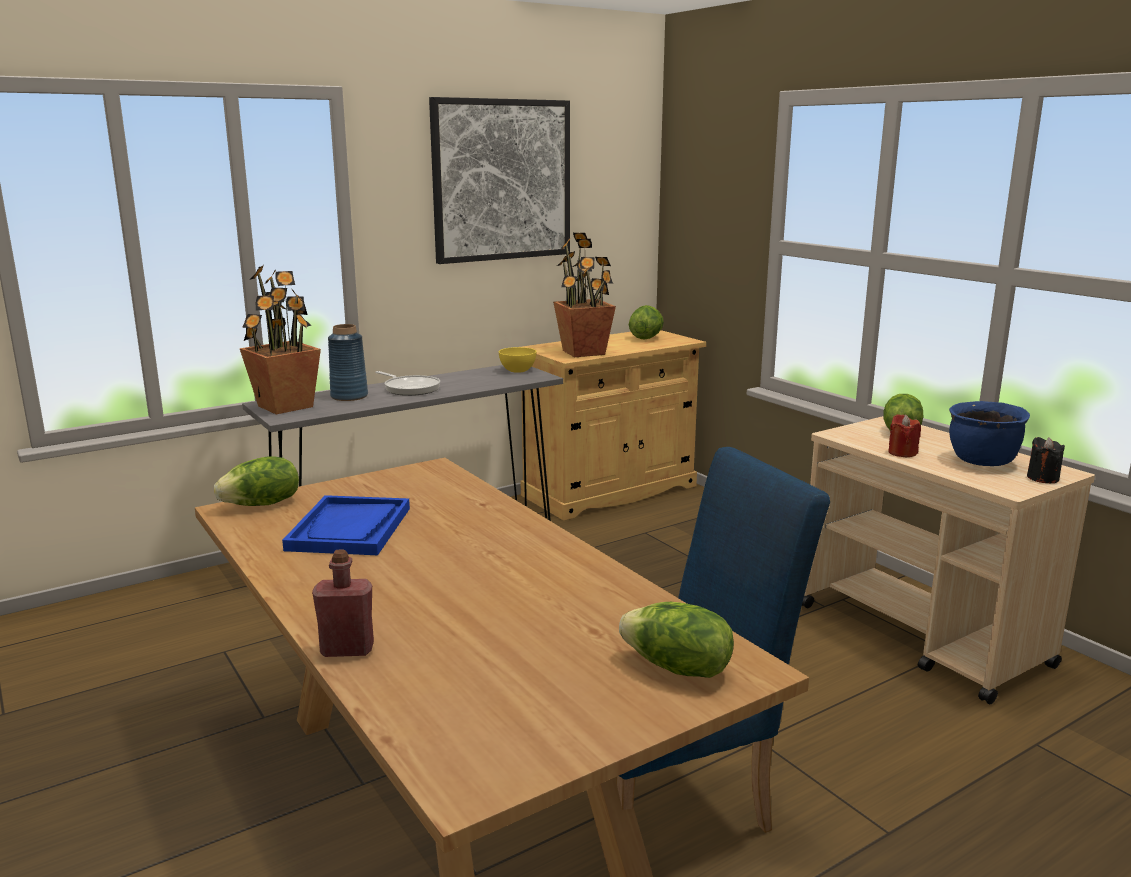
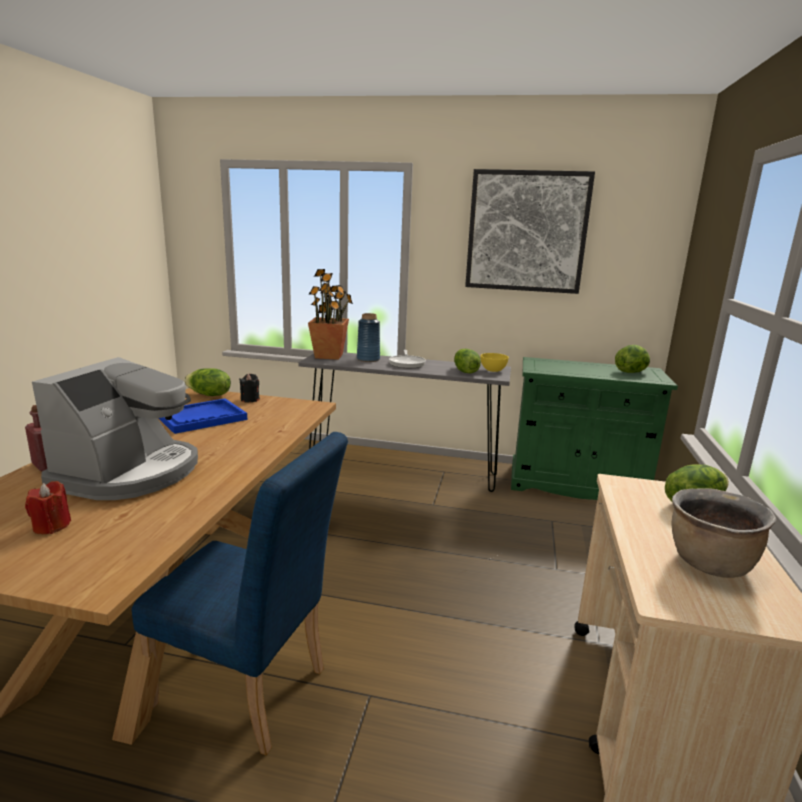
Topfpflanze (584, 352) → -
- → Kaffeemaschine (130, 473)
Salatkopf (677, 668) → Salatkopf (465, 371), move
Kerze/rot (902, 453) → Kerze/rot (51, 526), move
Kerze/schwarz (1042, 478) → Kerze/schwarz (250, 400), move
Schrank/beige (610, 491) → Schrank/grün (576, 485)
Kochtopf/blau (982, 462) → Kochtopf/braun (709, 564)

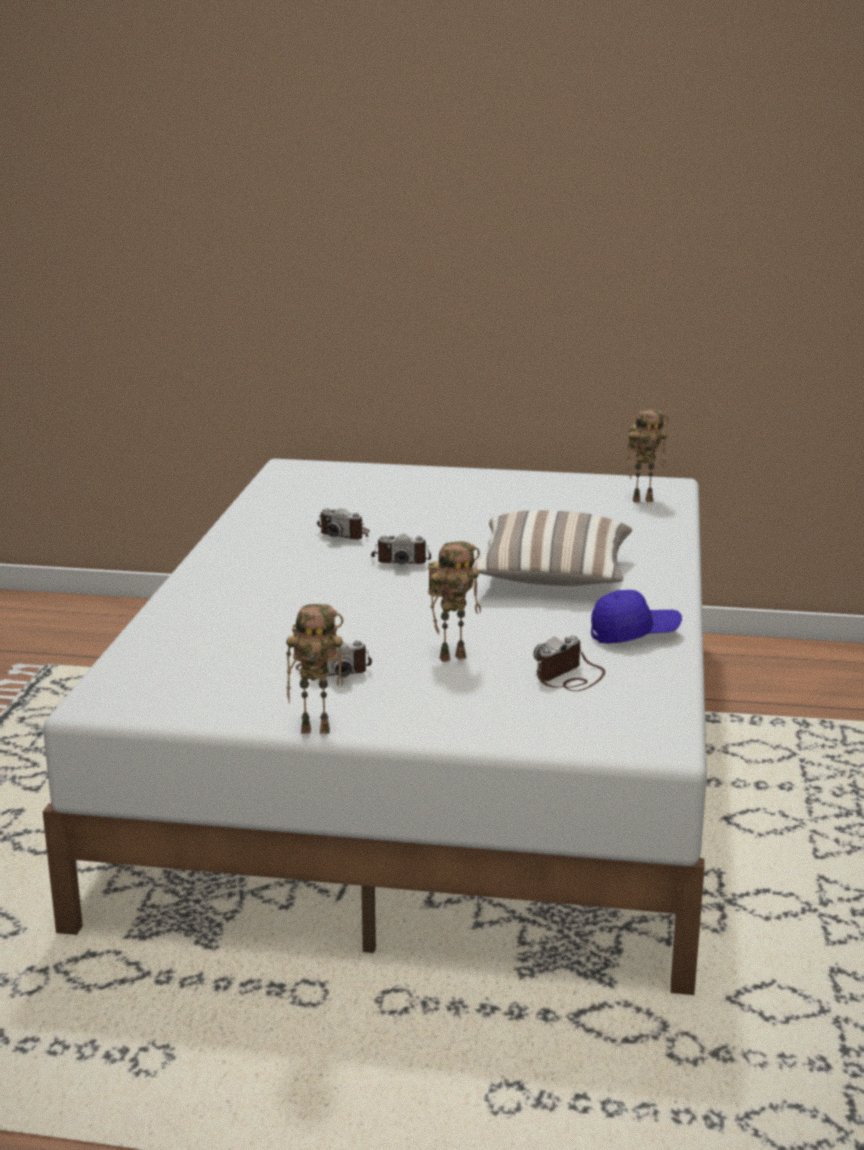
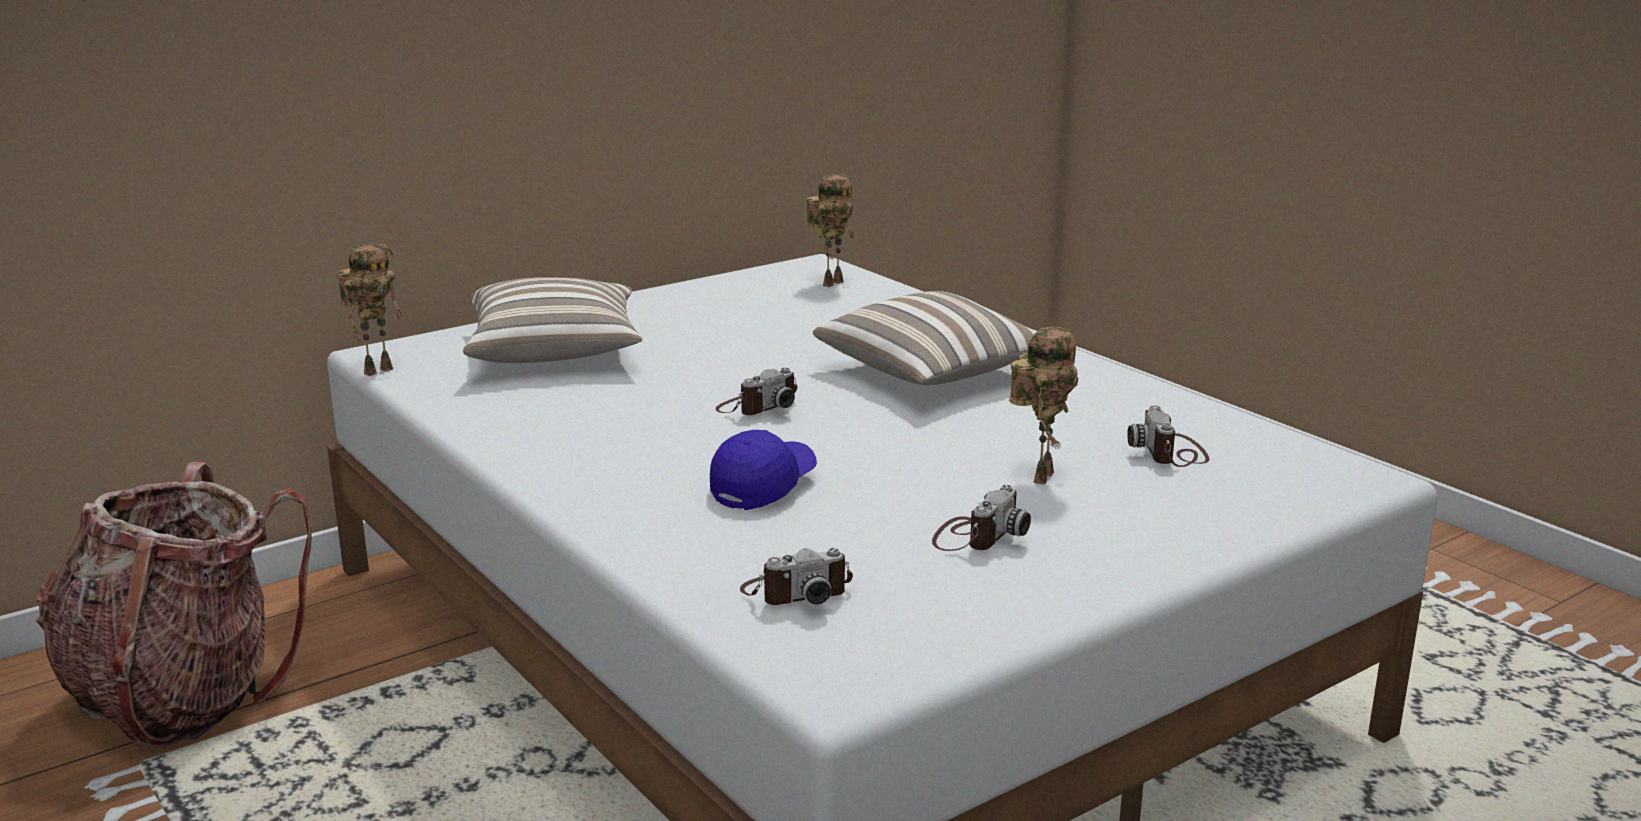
- → Rucksack (183, 697)
- → Kissen (555, 352)
Spielzeugroboter (317, 729) → Spielzeugroboter (378, 370), move
Kamera (345, 534) → Kamera (796, 591), move
Kappe/blau (634, 634) → Kappe/blau (763, 486), move

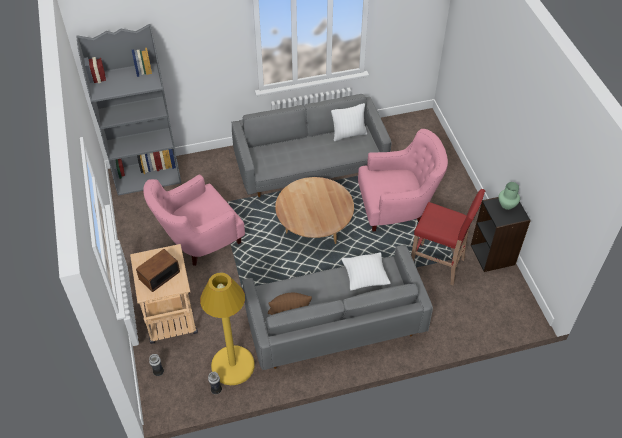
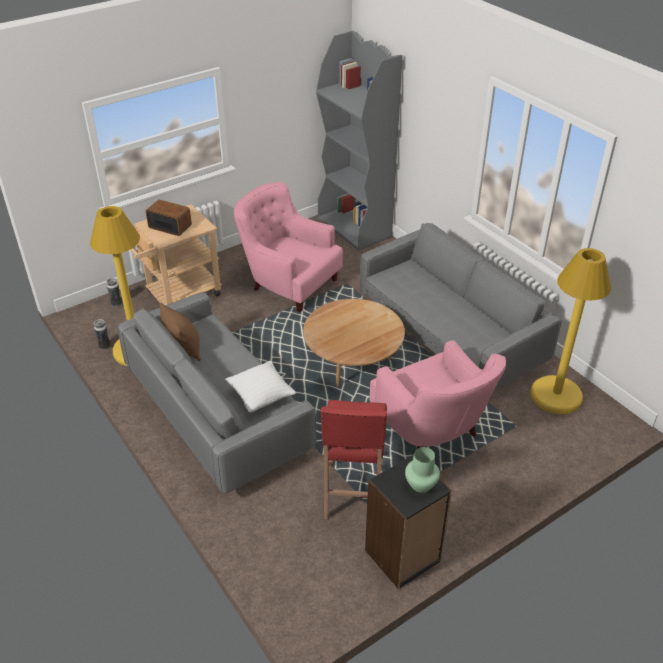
Kissen/weiß (348, 134) → -
- → Stehlampe/gelb (556, 395)

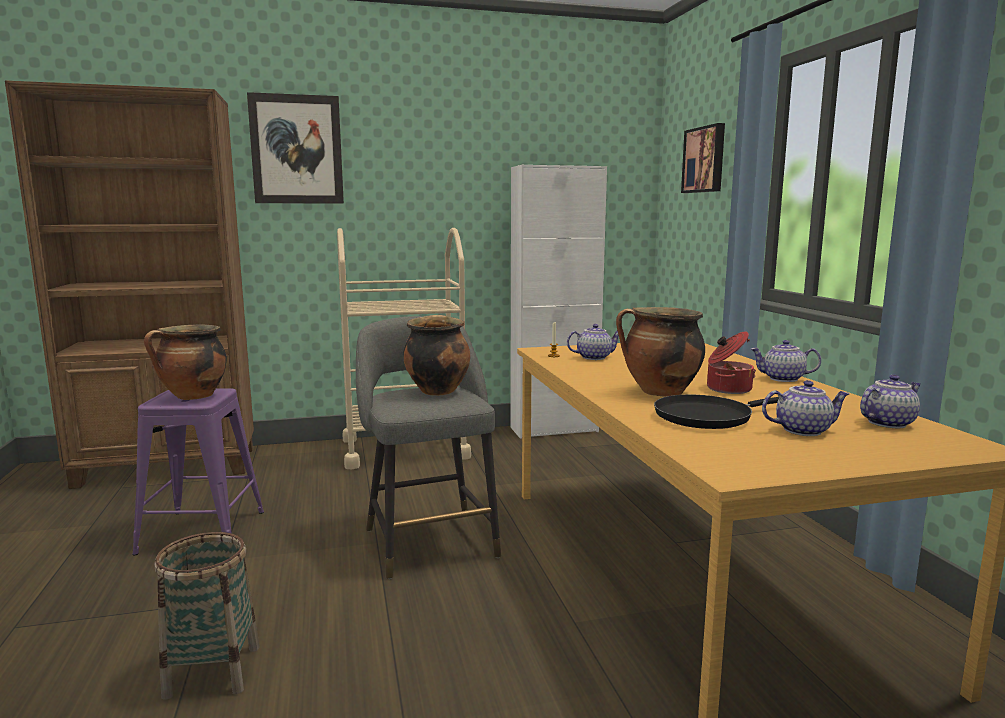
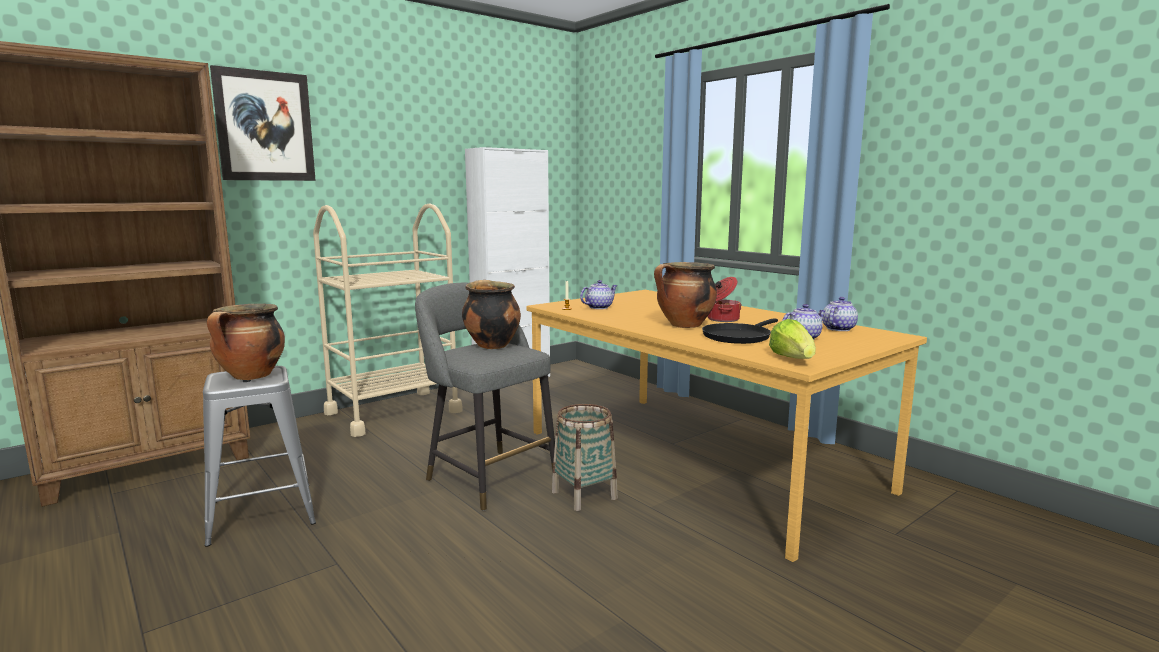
Bild (705, 160) → -
Teekanne (782, 379) → -
- → Salatkopf (792, 359)
Korb (212, 671) → Korb (584, 495), move
Hocker/lila (202, 532) → Hocker/grau (261, 513)

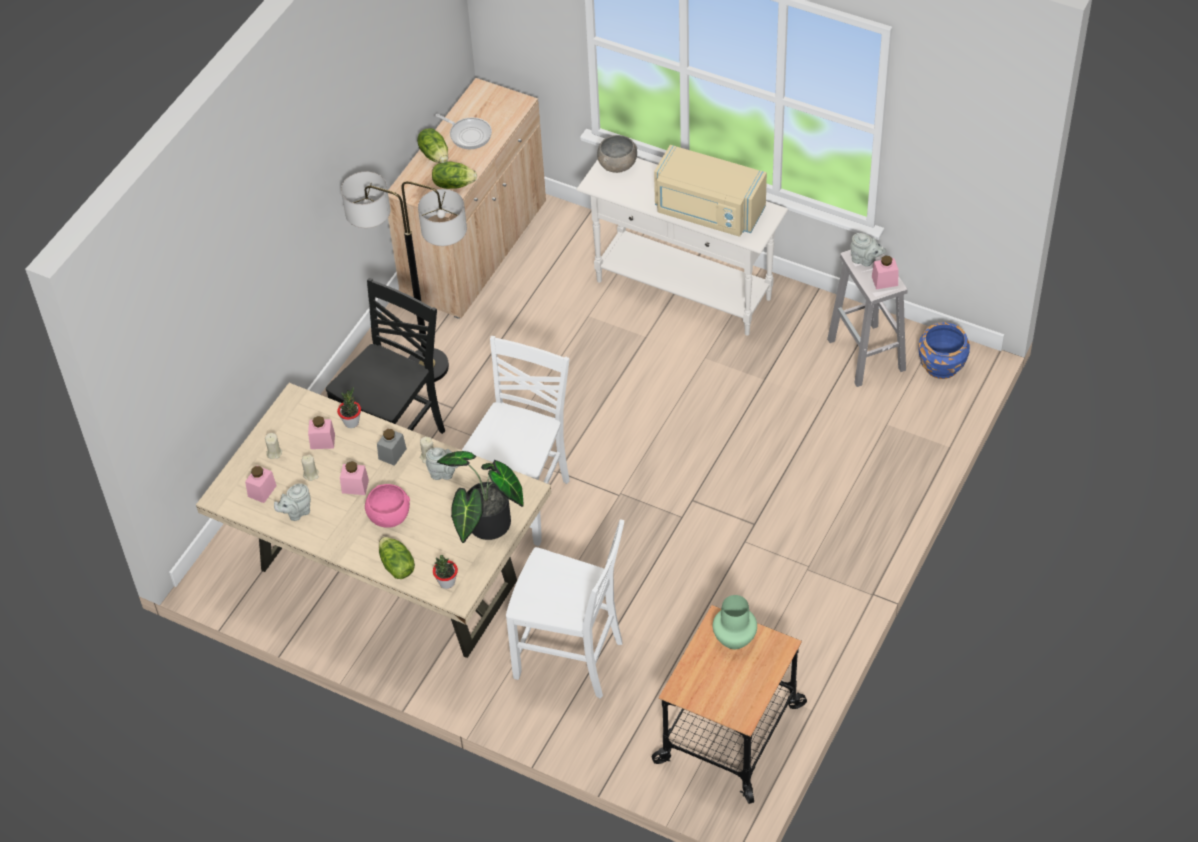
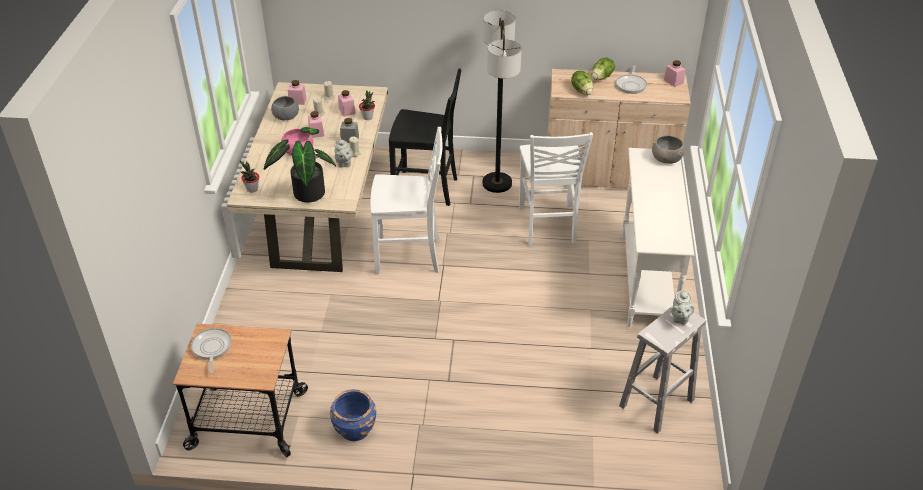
Salatkopf (396, 566) → -
Mikrowelle/beige (708, 212) → -
Vase/grün (735, 638) → -
- → Pfanne (212, 348)
Stuhl/weiß (571, 659) → Stuhl/weiß (548, 226), move
Vorratsglas/rosa (884, 281) → Vorratsglas/rosa (673, 81), move
Pflanzkübel/blau (941, 366) → Pflanzkübel/blau (355, 429), move
Teekanne/grau (296, 512) → Schüssel/grau (286, 117)

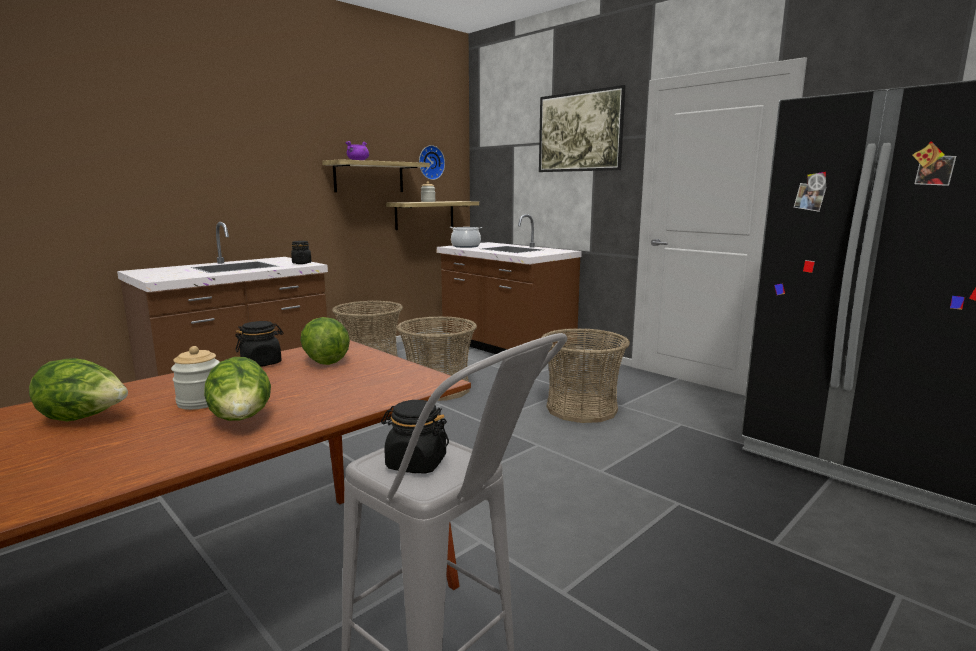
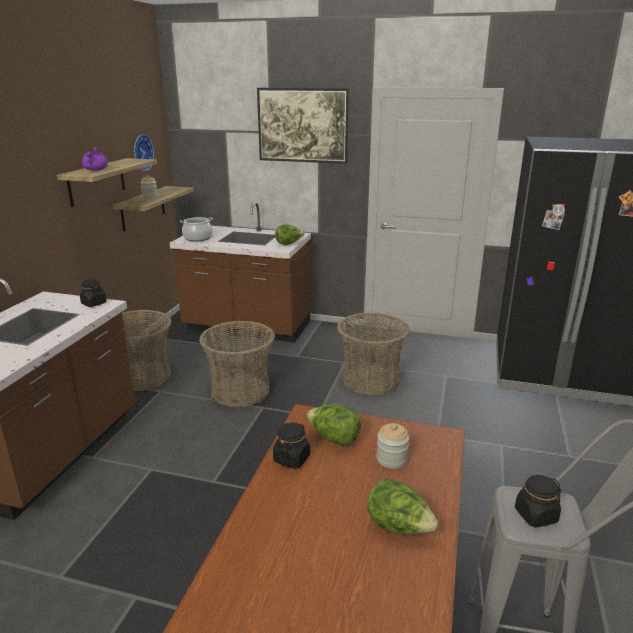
Salatkopf (85, 418) → Salatkopf (289, 244), move
Vorratsglas (200, 402) → Vorratsglas (391, 459), move

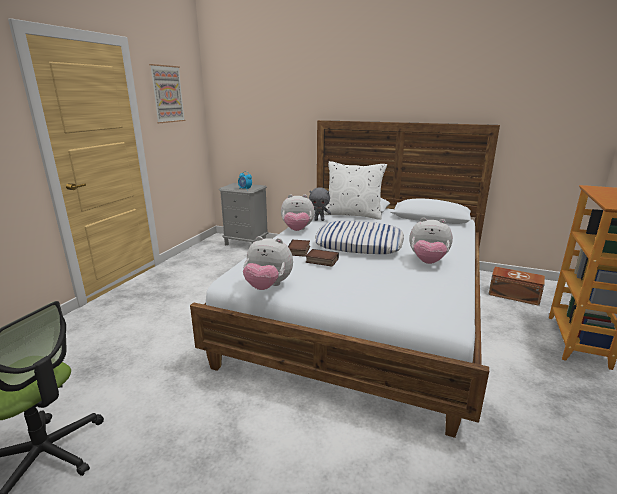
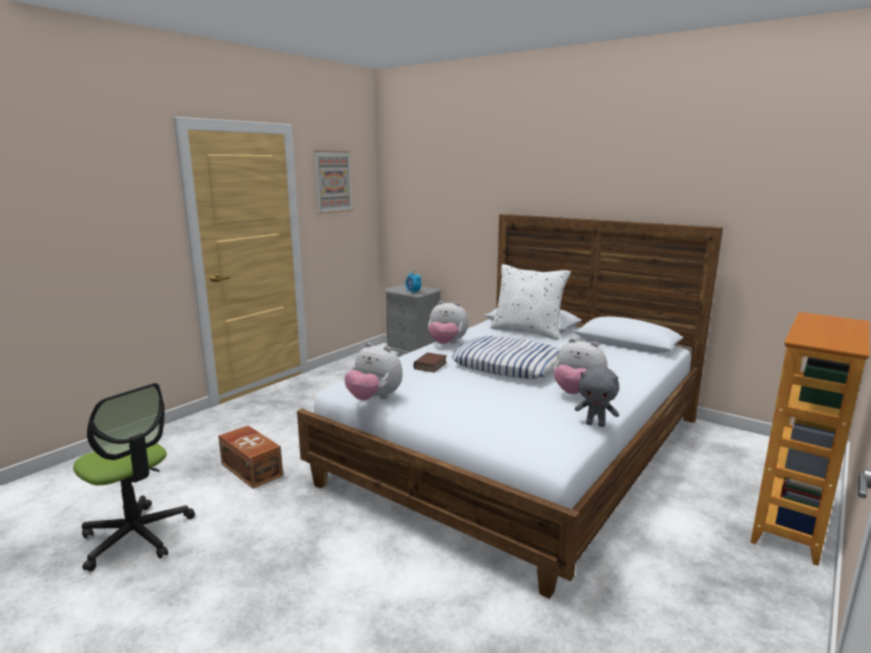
Buch (321, 261) → -
Plüschtier/grau (319, 220) → Plüschtier/grau (595, 424), move
Aufbewahrungsbox/braun (513, 294) → Aufbewahrungsbox/braun (252, 469), move

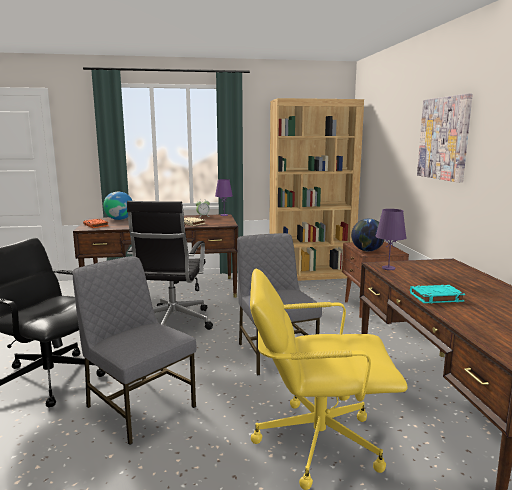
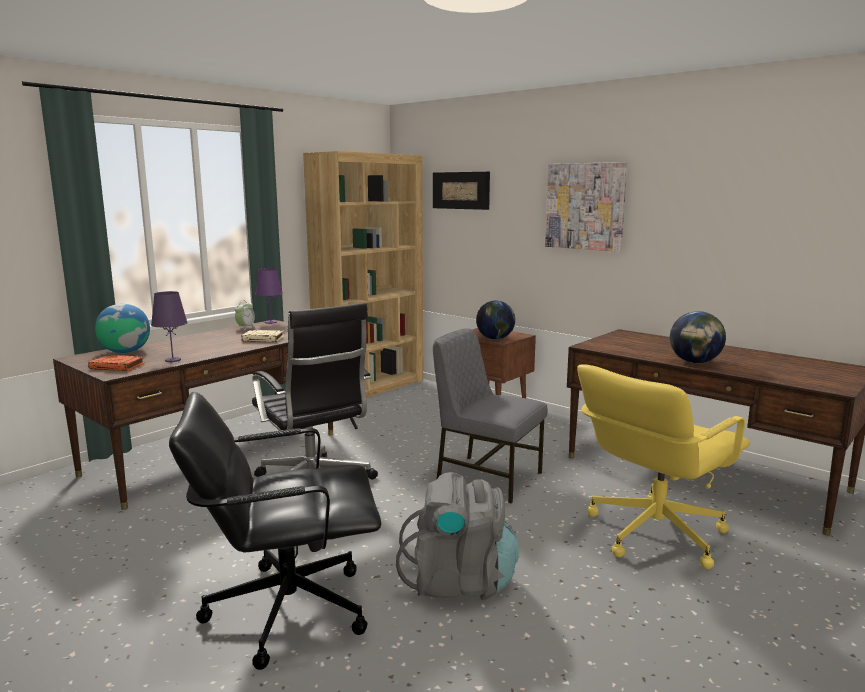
- → Bild (460, 190)
Tischlampe/lila (388, 268) → Tischlampe/lila (173, 360), move
Stuhl/grau (138, 406) → Rucksack/grau (459, 582)
Buch/türkis (435, 297) → Globus (695, 362)

